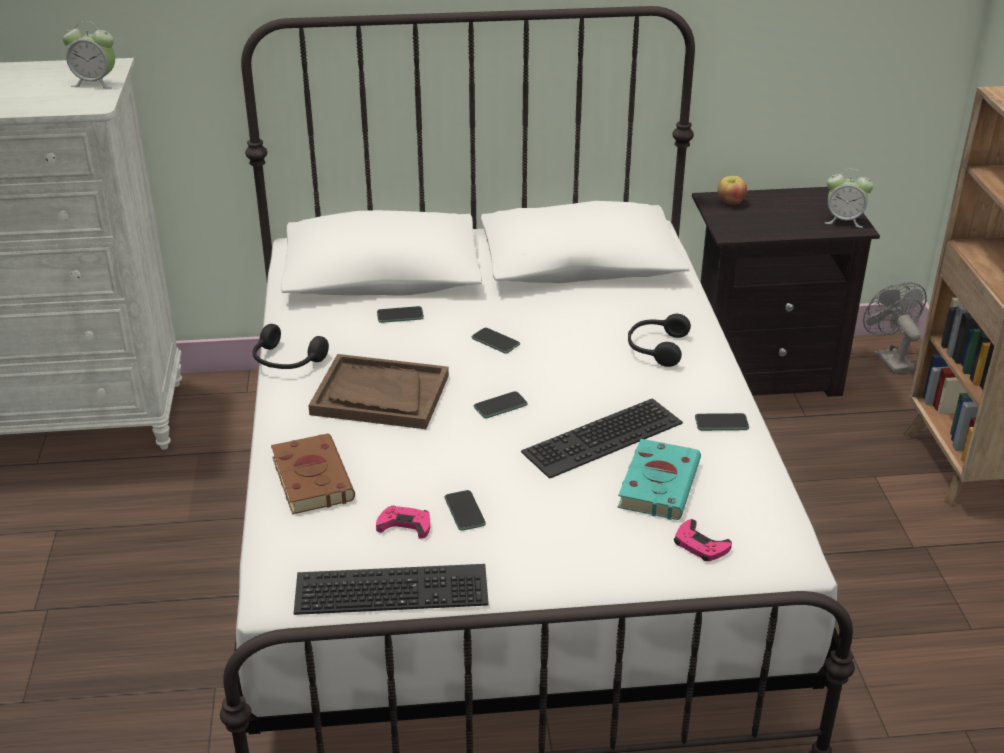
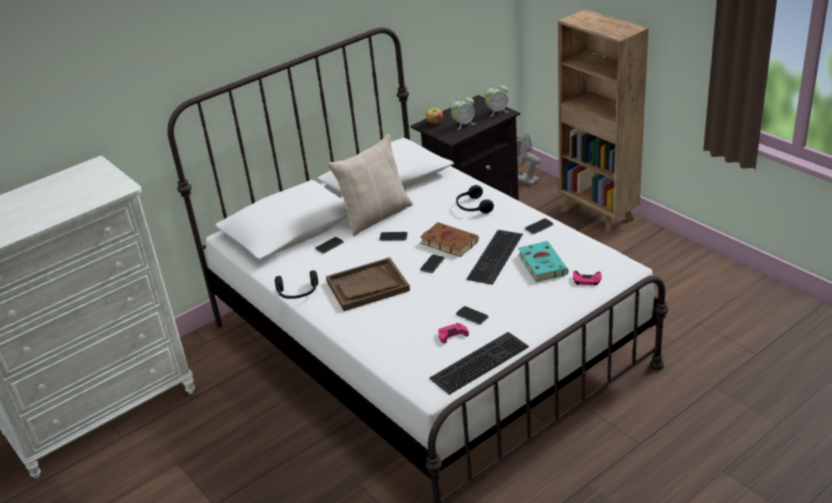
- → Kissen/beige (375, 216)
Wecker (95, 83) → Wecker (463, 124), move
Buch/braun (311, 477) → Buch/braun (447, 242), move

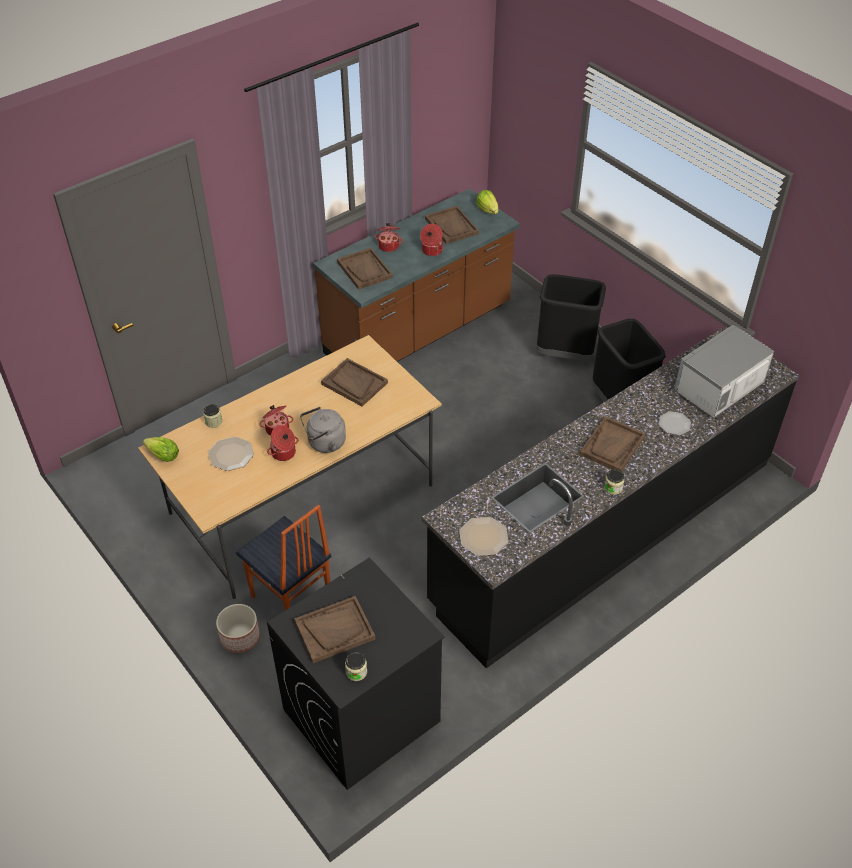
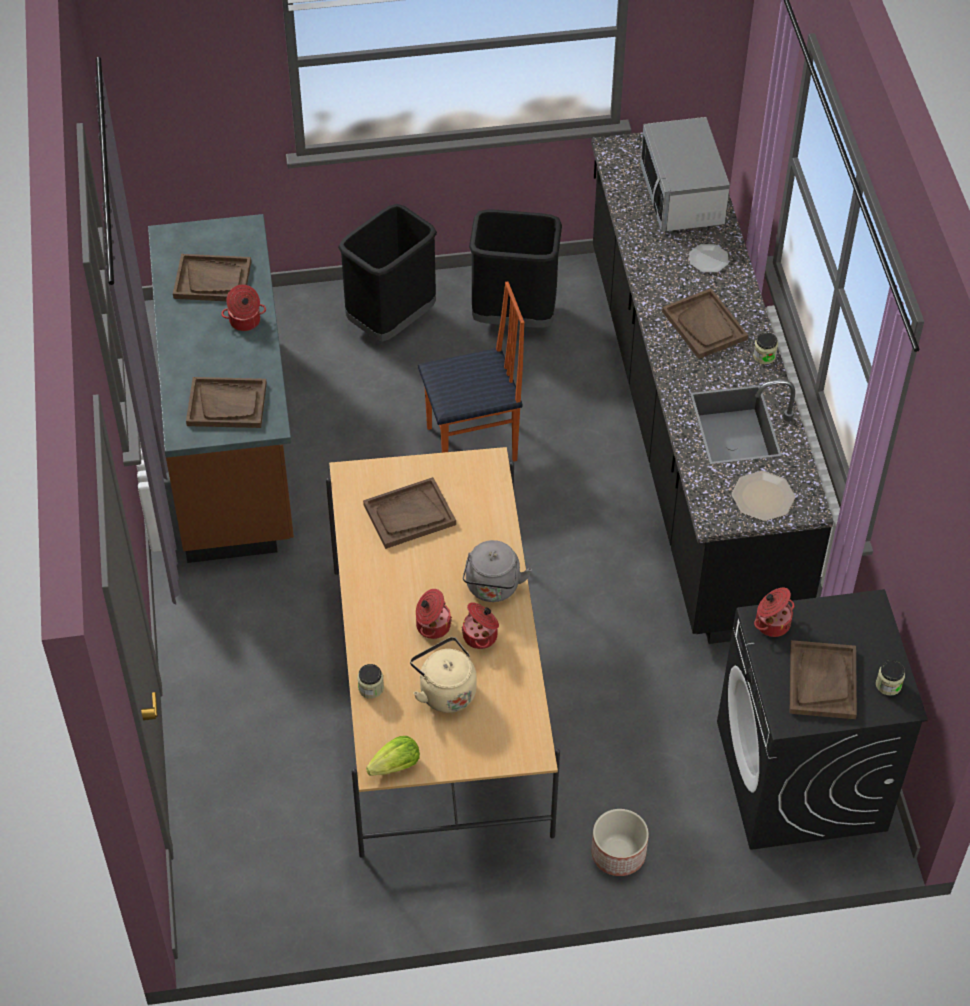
Salatkopf (487, 210) → -
Stuhl (290, 600) → Stuhl (473, 445), move
Kochtopf (389, 246) → Kochtopf (771, 623), move
Teller (231, 454) → Wasserkessel/beige (445, 691)

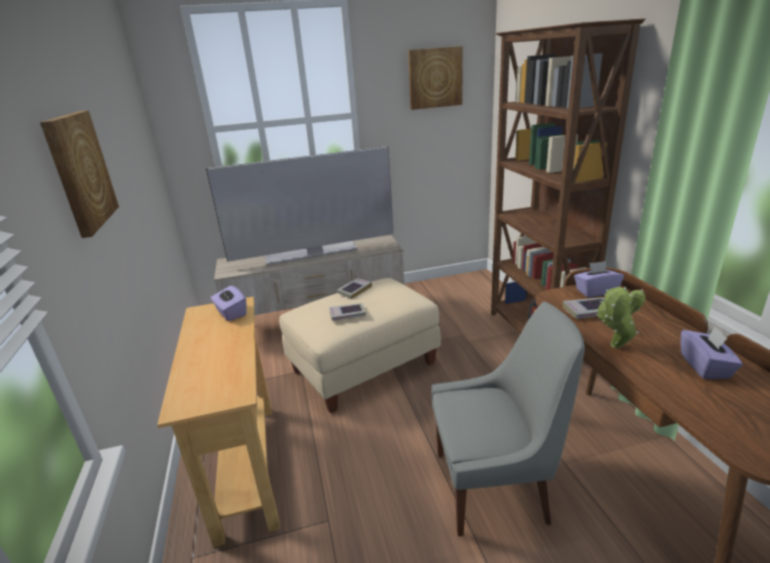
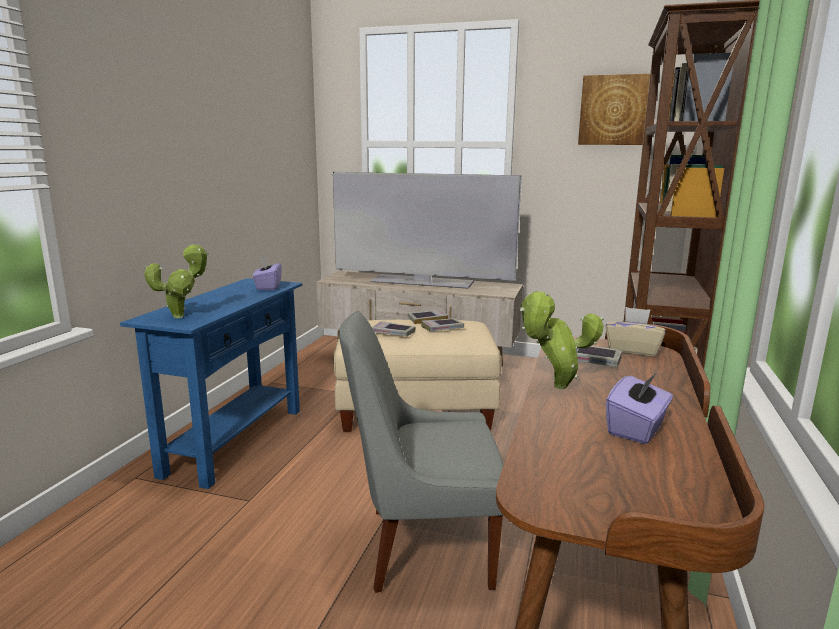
Bild (79, 171) → -
- → Topfpflanze (182, 316)
- → Buch (442, 328)
Konsolentisch/beige (247, 467) → Konsolentisch/blau (235, 440)
Taschentuchbox/lila (595, 291) → Taschentuchbox/beige (632, 350)
Stuhl/grau (495, 486) → Stuhl/grau (423, 547), 150 degrees clockwise

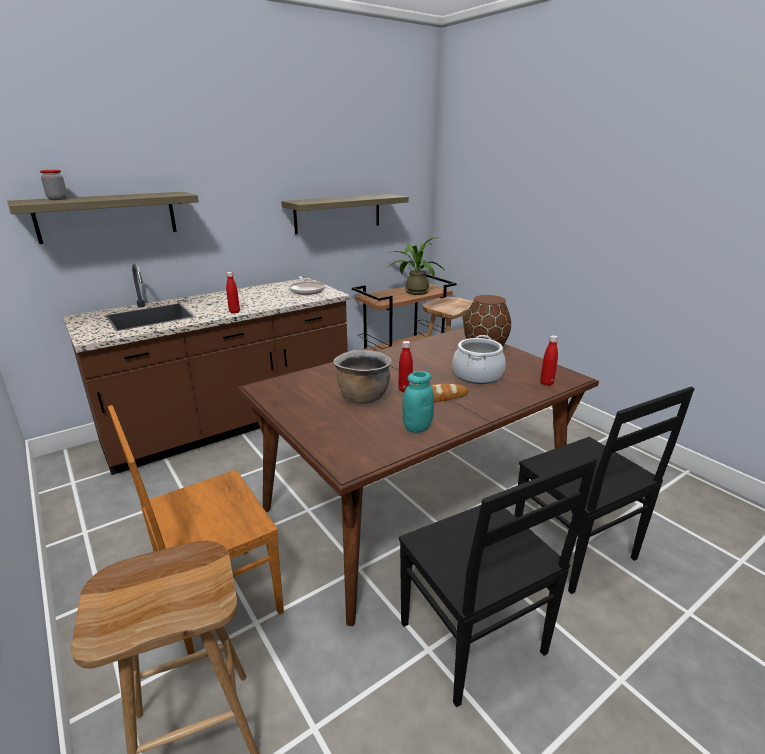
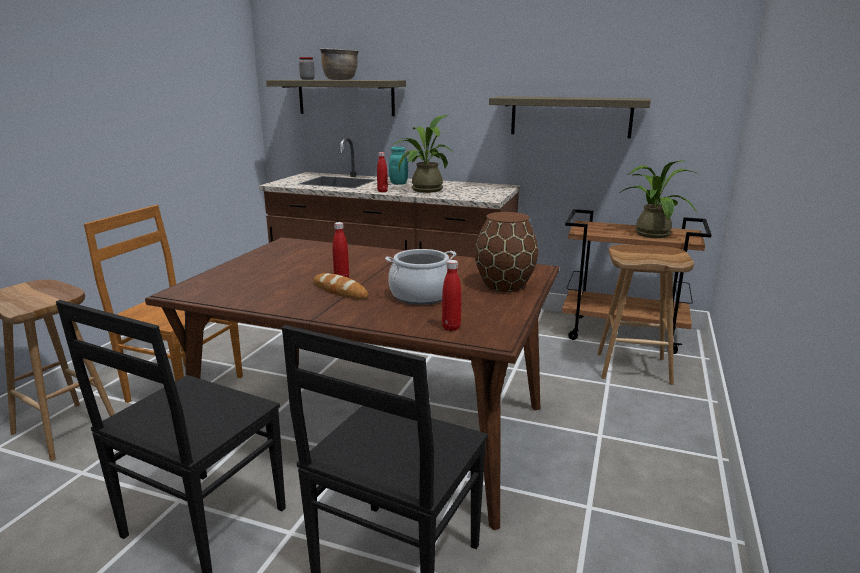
Pfanne (307, 290) → -
- → Topfpflanze (423, 190)
Kochtopf/braun (363, 397) → Kochtopf/braun (340, 79), move
Vorratsglas/türkis (417, 427) → Vorratsglas/türkis (398, 183), move

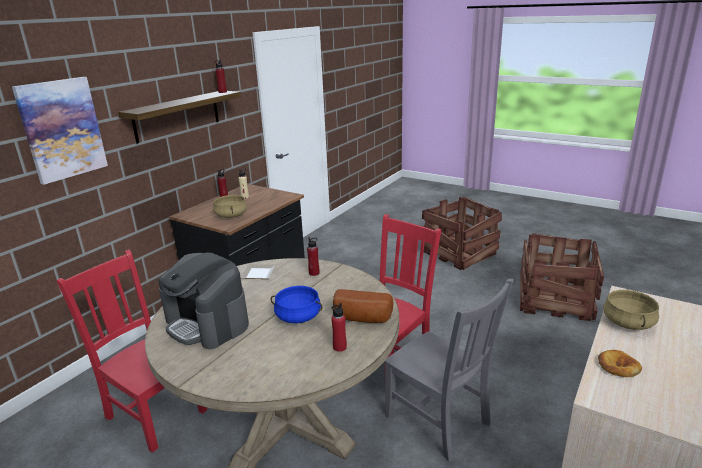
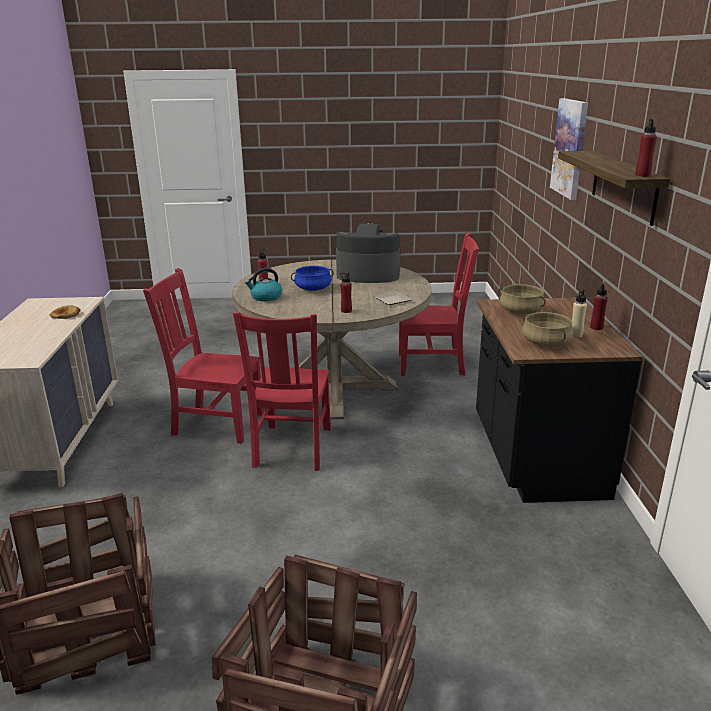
Kochtopf/beige (628, 323) → Kochtopf/beige (545, 343), move
Brot (361, 318) → Wasserkessel (265, 297)
Stuhl/grau (440, 421) → Stuhl/rot (215, 423)

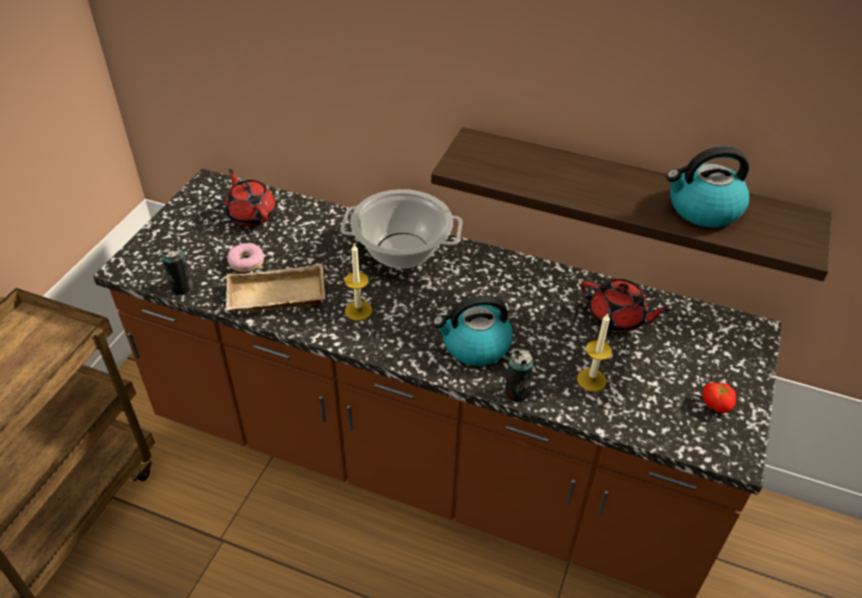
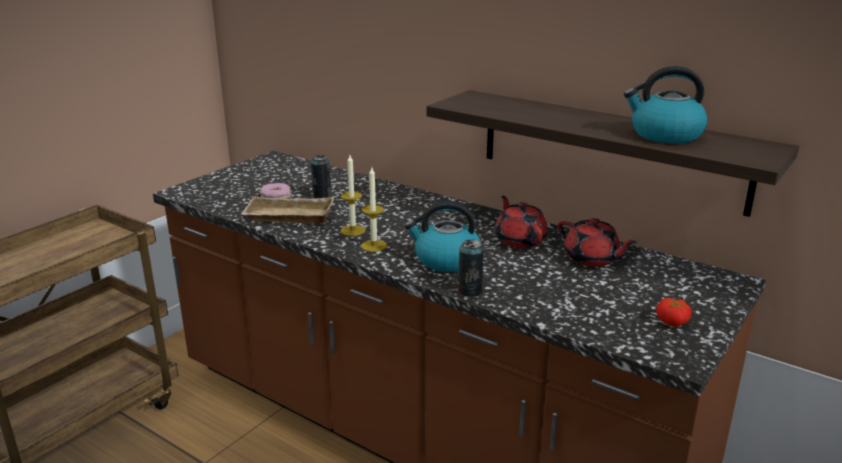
Kochtopf (401, 251) → -
Dose (181, 287) → Dose (322, 196), move
Teekanne/rot (251, 214) → Teekanne/rot (520, 240), move
Kerze (591, 380) → Kerze (374, 246), move

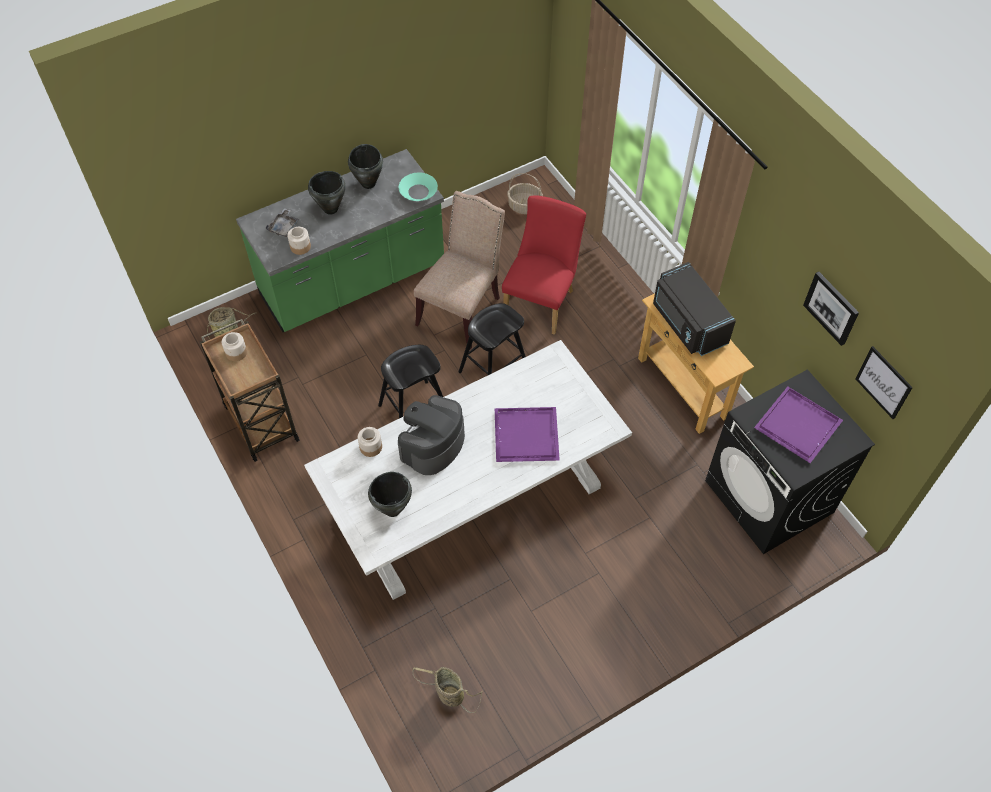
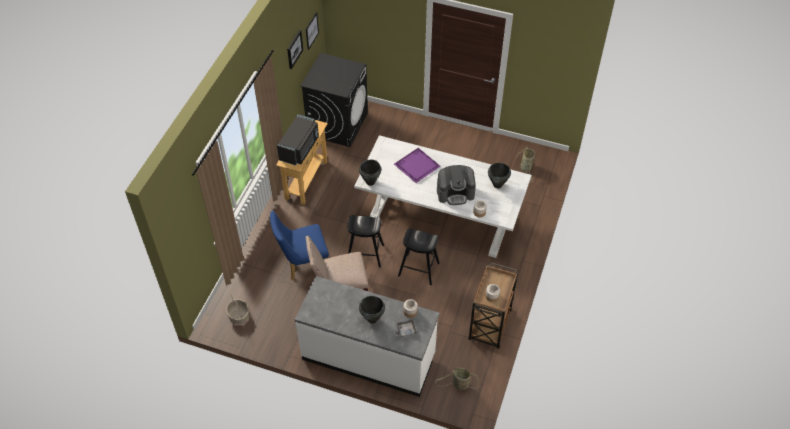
Schüssel/türkis (418, 191) → -
Tablett/lila (798, 427) → -
Kochtopf/schwarz (368, 183) → Kochtopf/schwarz (370, 182), move
Küchenzeile/grün (353, 282) → Küchenzeile/weiß (369, 356)
Stuhl/rot (541, 300) → Stuhl/blau (302, 263)

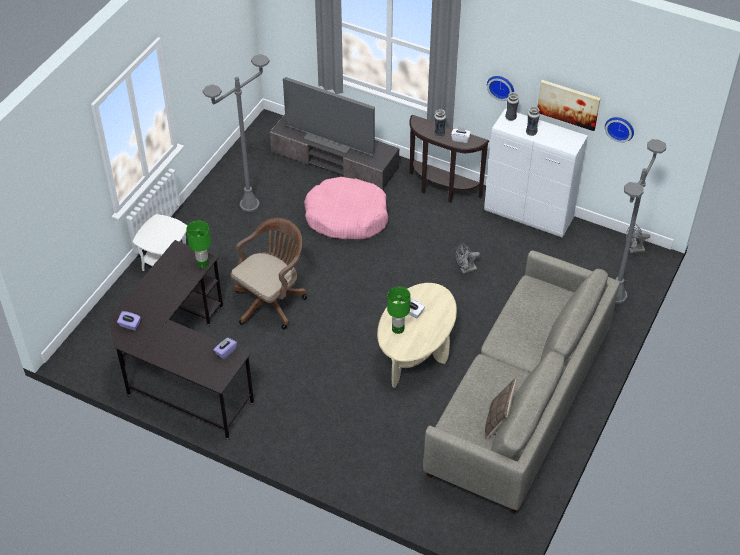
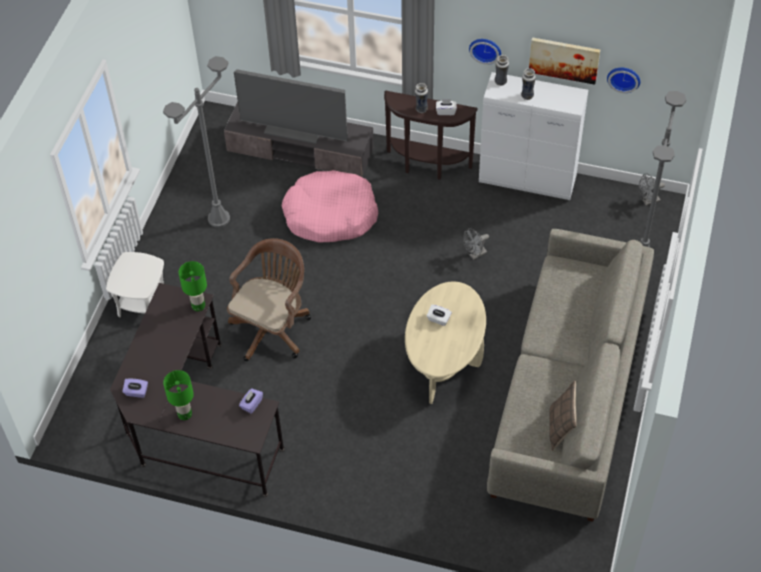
Tischlampe/grün (397, 329) → Tischlampe/grün (184, 414), move

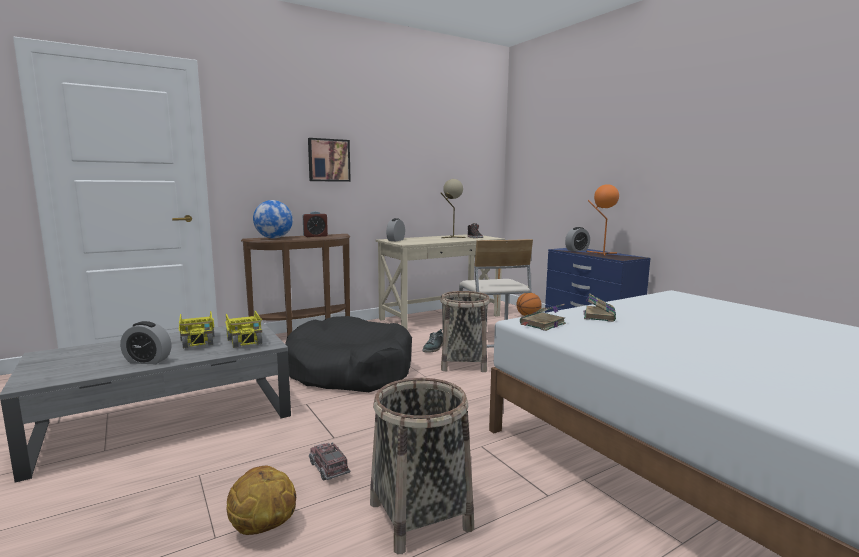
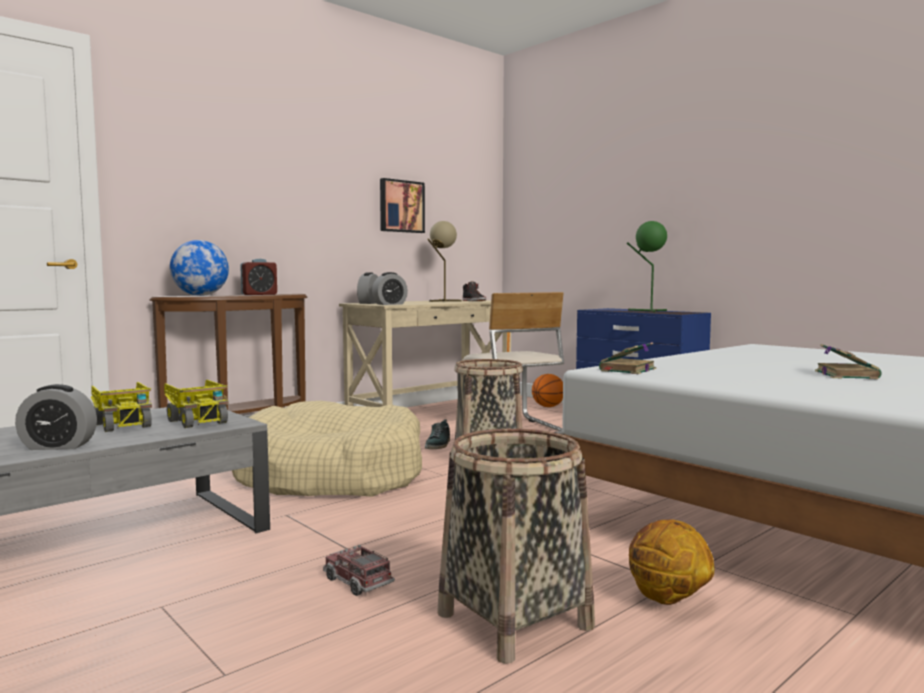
Basketball (263, 528) → Basketball (667, 600), move
Bild (328, 160) → Bild (401, 206), move
Wecker (577, 250) → Wecker (390, 304), move
Buch (599, 316) → Buch (845, 375), move
Hundebett/schwarz (348, 370) → Hundebett/beige (330, 475)
Tischlampe/orange (601, 253) → Tischlampe/grün (648, 311)

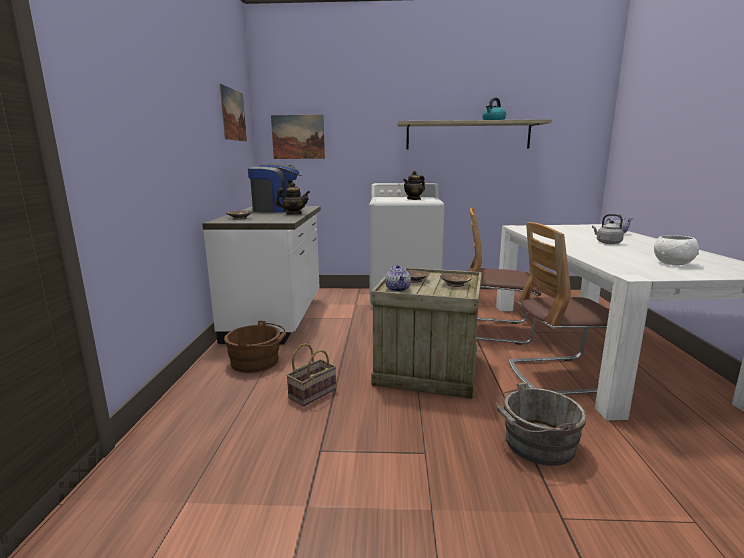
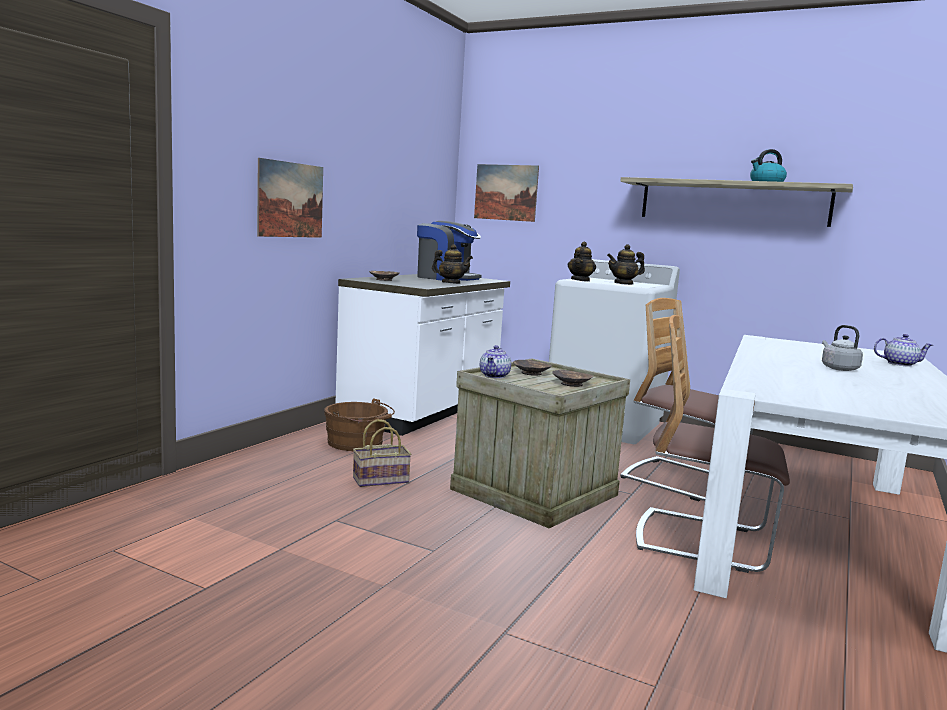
Eimer/grau (535, 444) → -
Schüssel/weiß (673, 263) → -
- → Teekanne (580, 280)
Bild (233, 115) → Bild (290, 200), move

